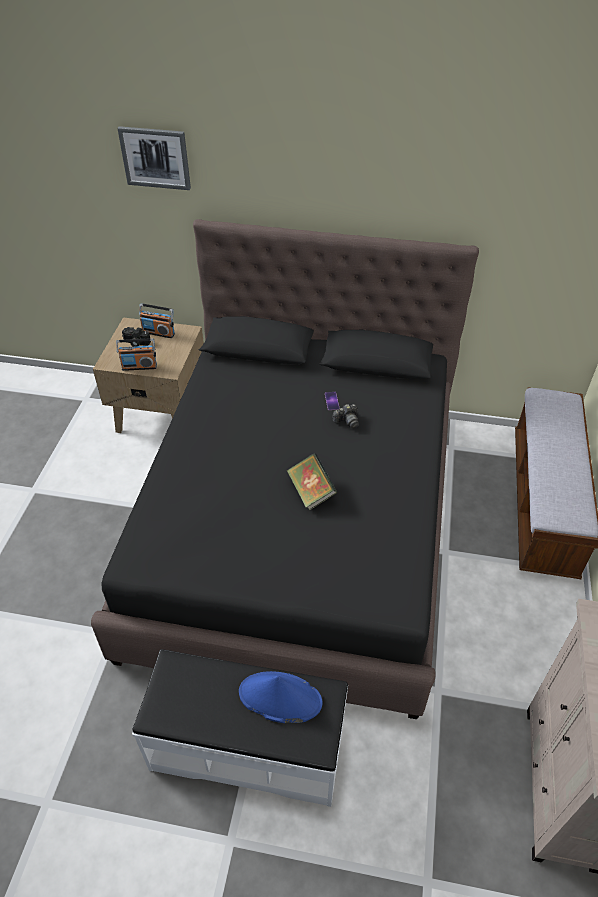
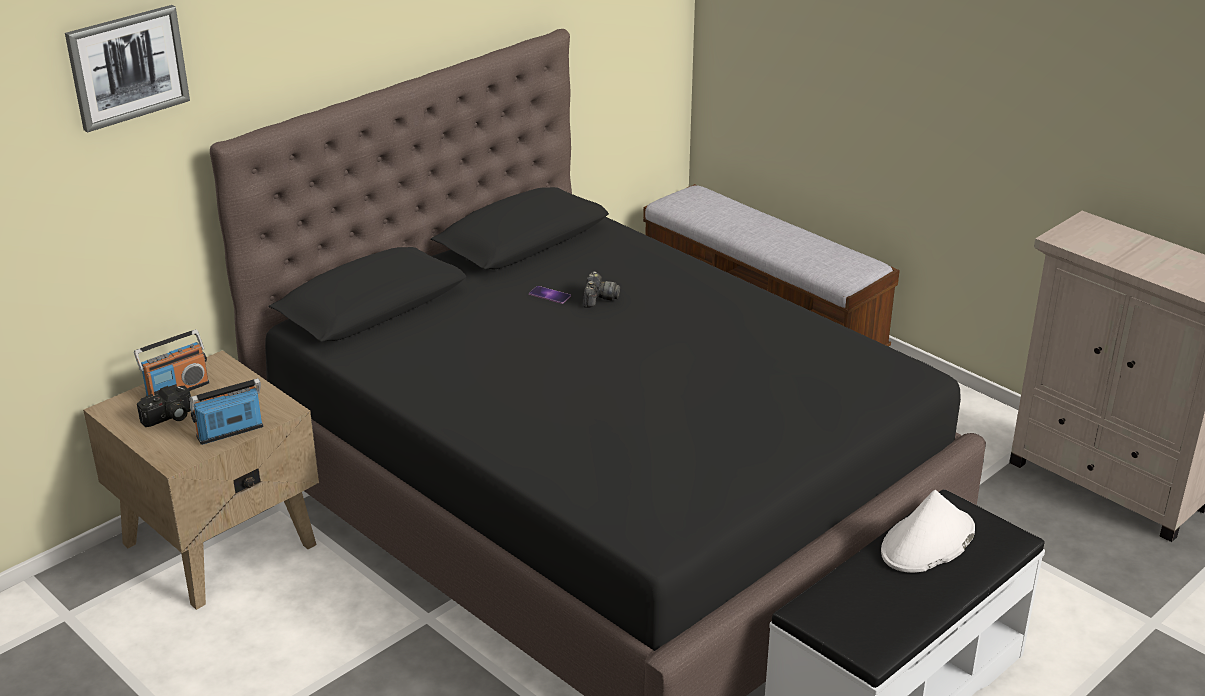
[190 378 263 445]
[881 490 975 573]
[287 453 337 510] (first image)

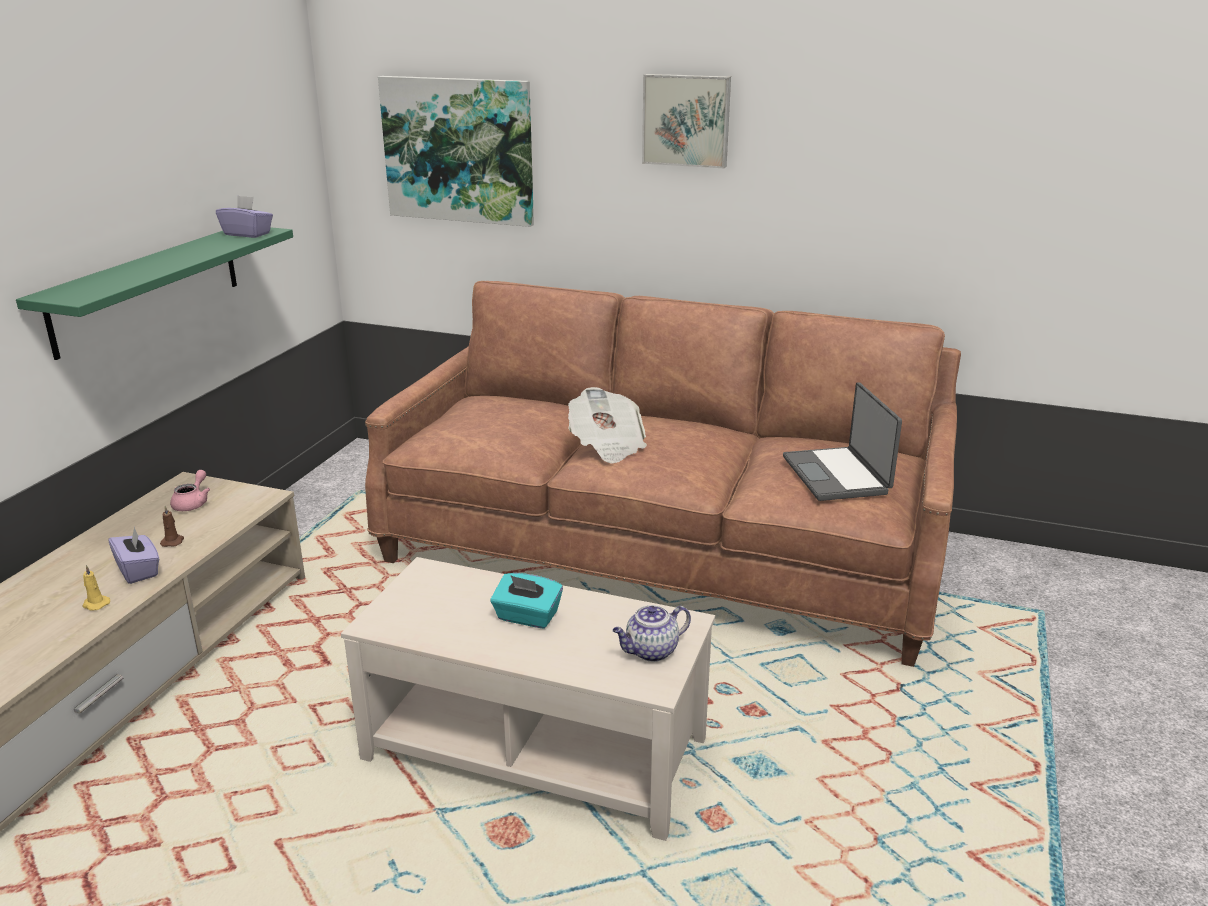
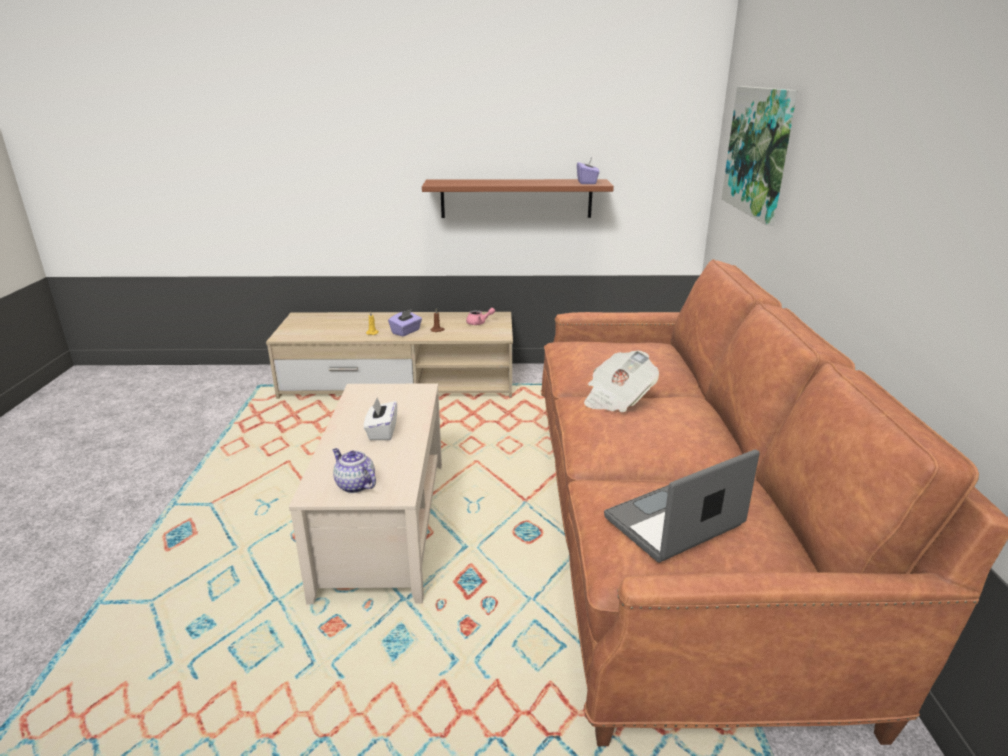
[422 179 614 218]
[364 398 397 440]
[642 74 731 168] (first image)

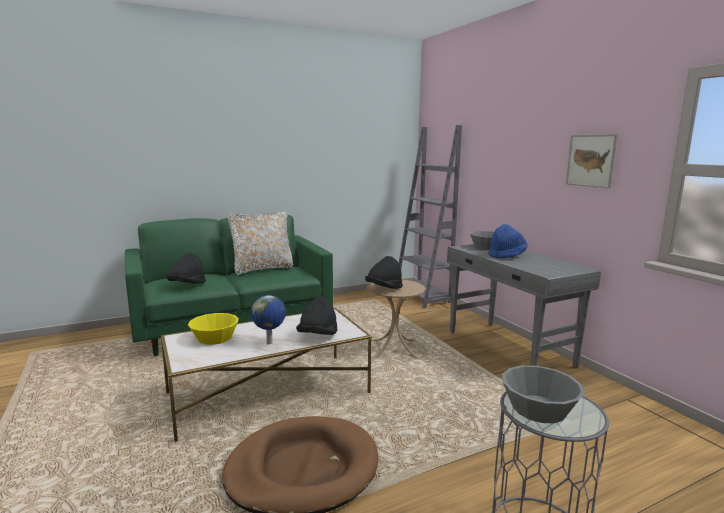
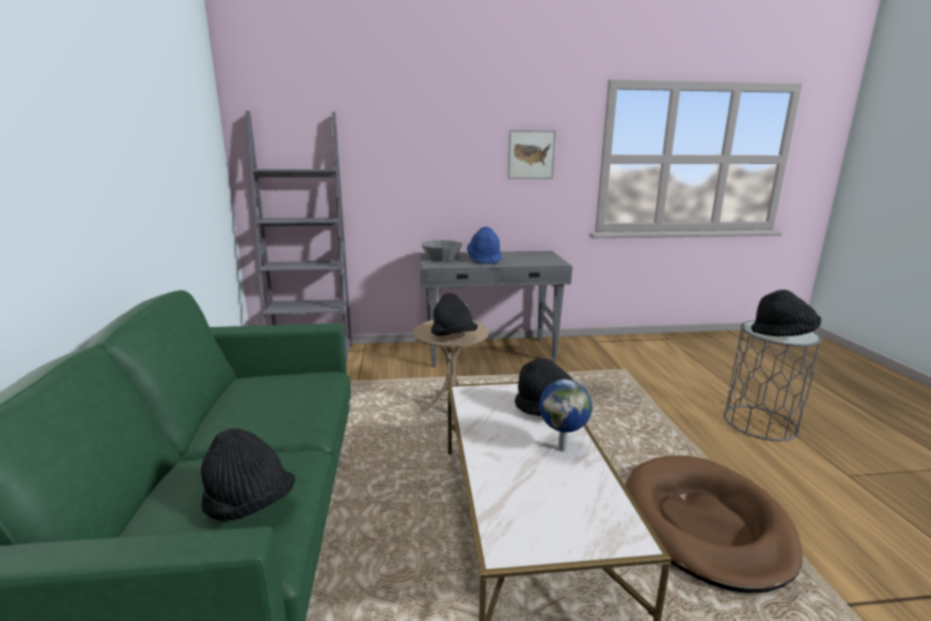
[188 313 239 345] (first image)
[227 211 293 275] (first image)
[751 290 821 337]

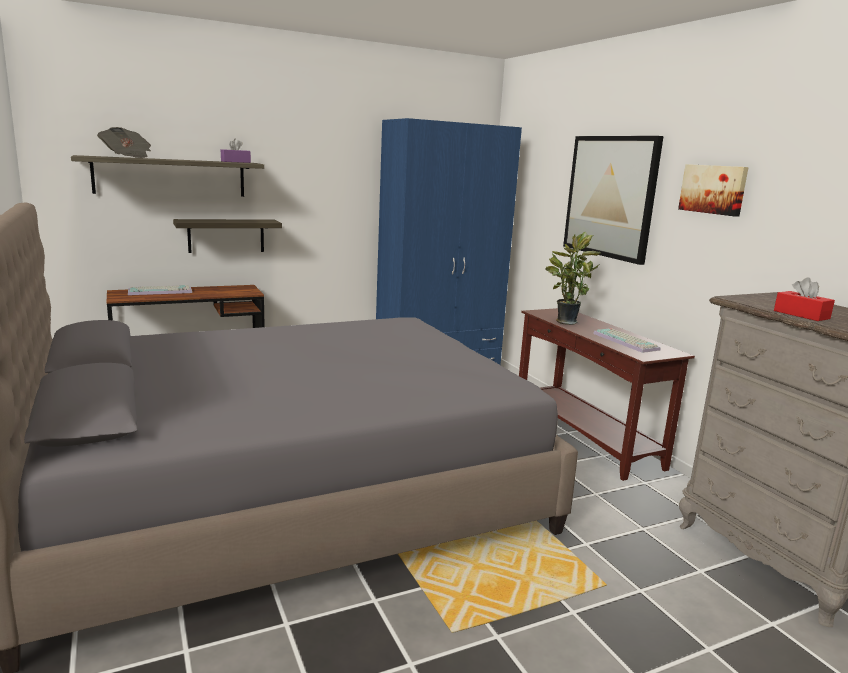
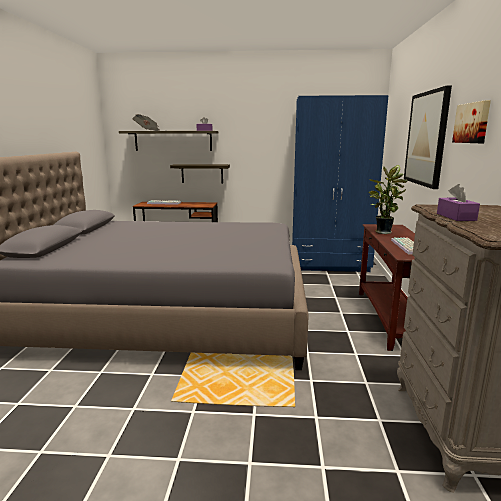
[437 184 480 221]

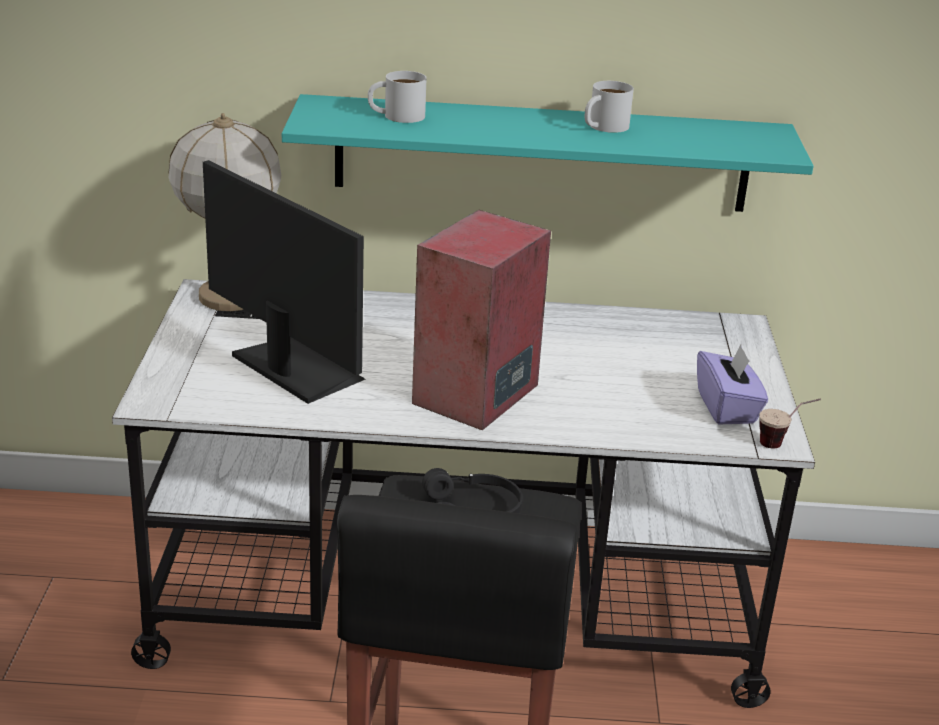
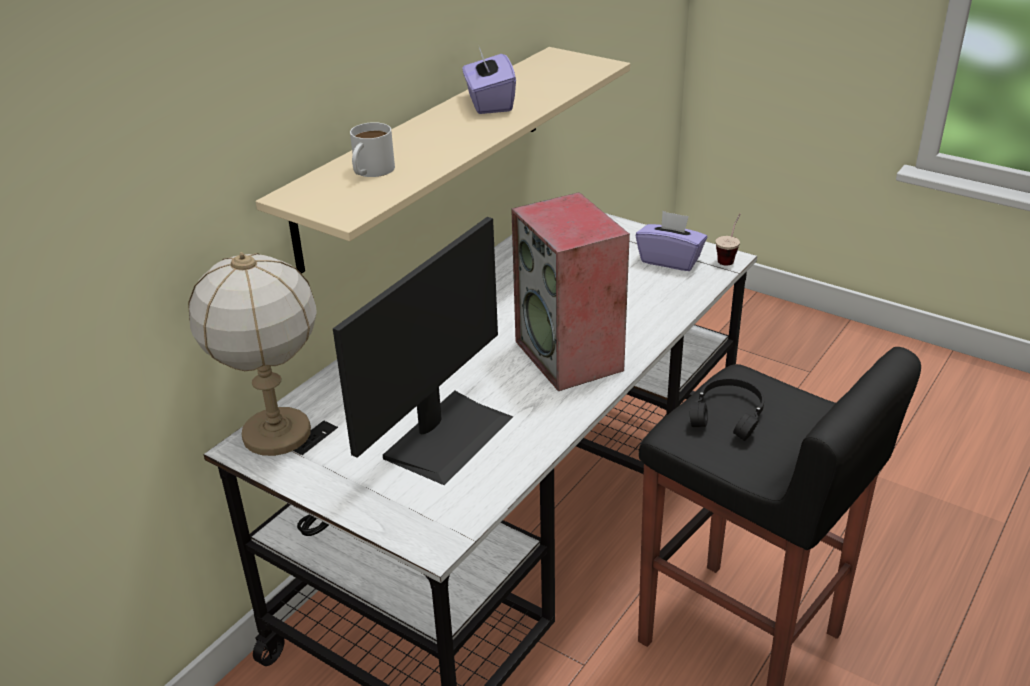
[333 217 513 485]
[256 47 630 274]
[463 47 516 114]

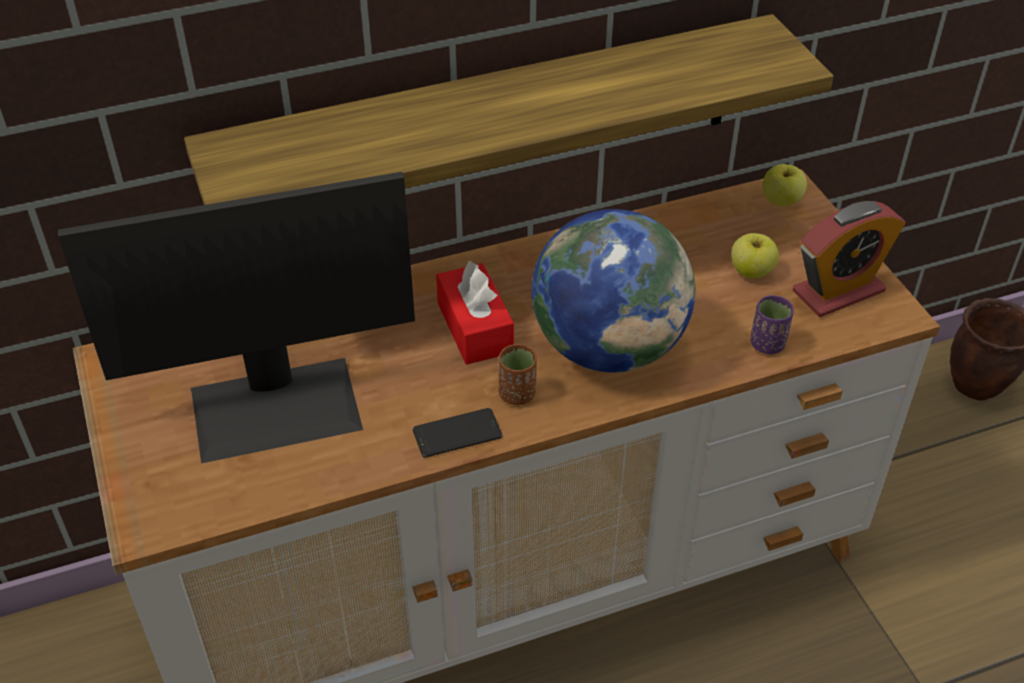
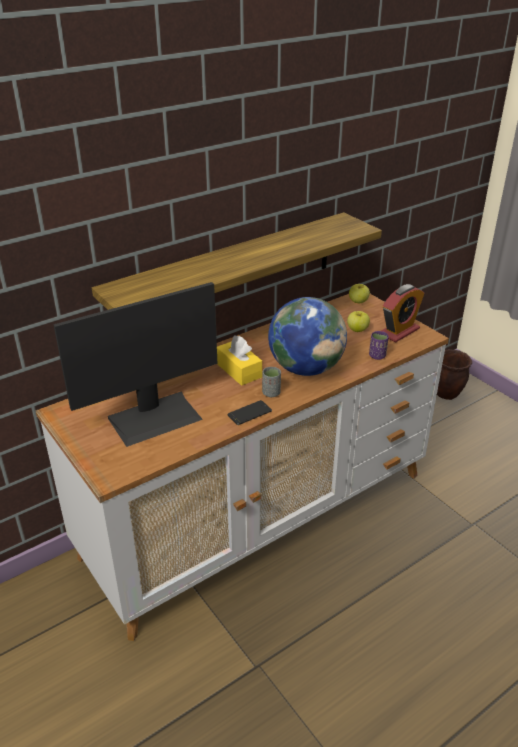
[217 335 262 386]
[262 367 281 397]

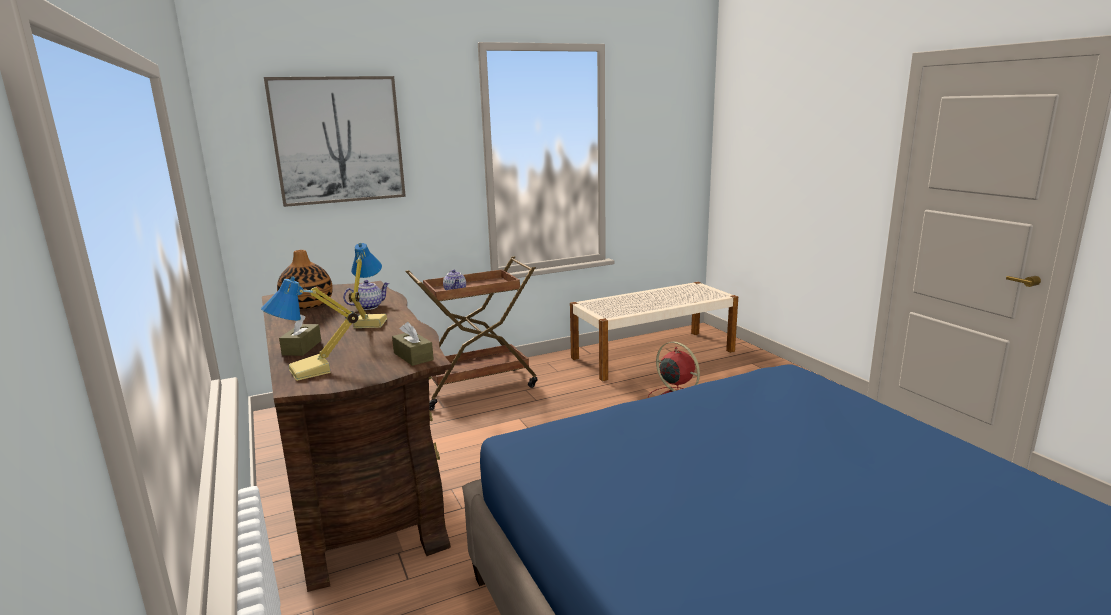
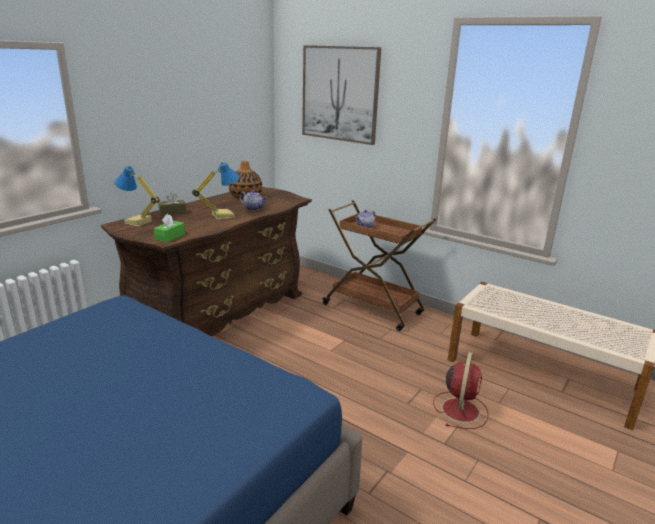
[154 214 185 242]

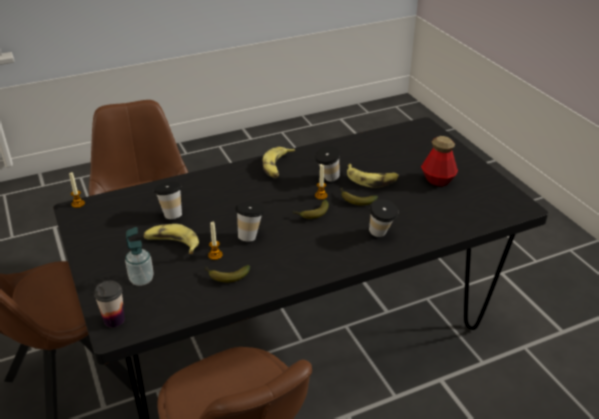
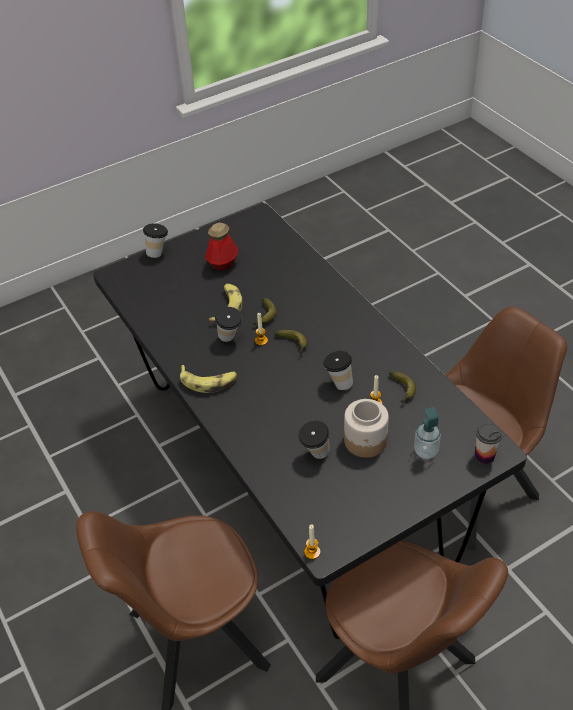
[344 399 389 458]
[143 224 168 258]

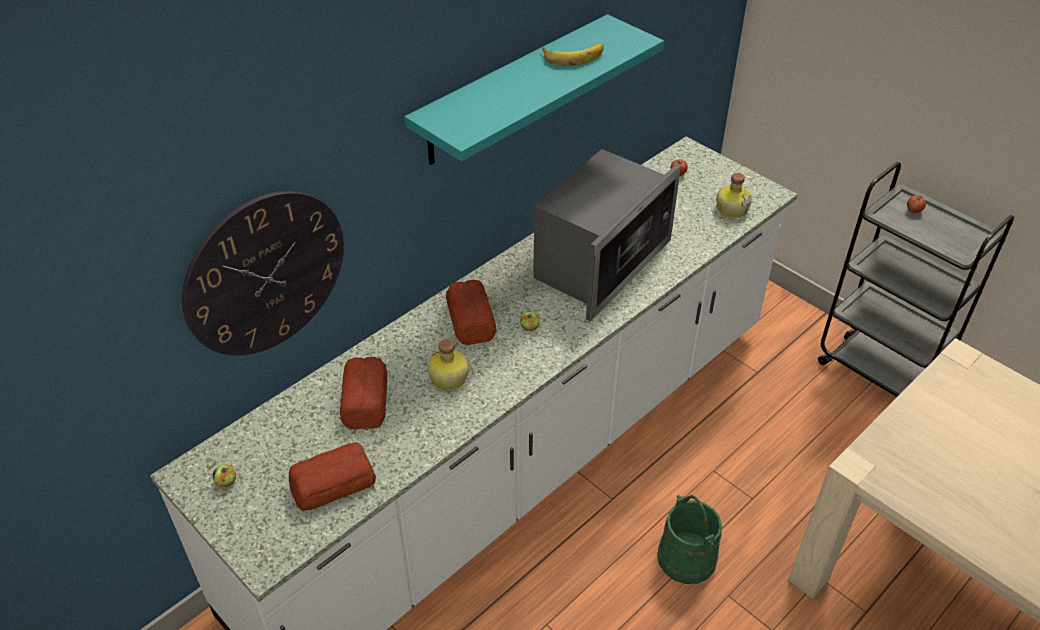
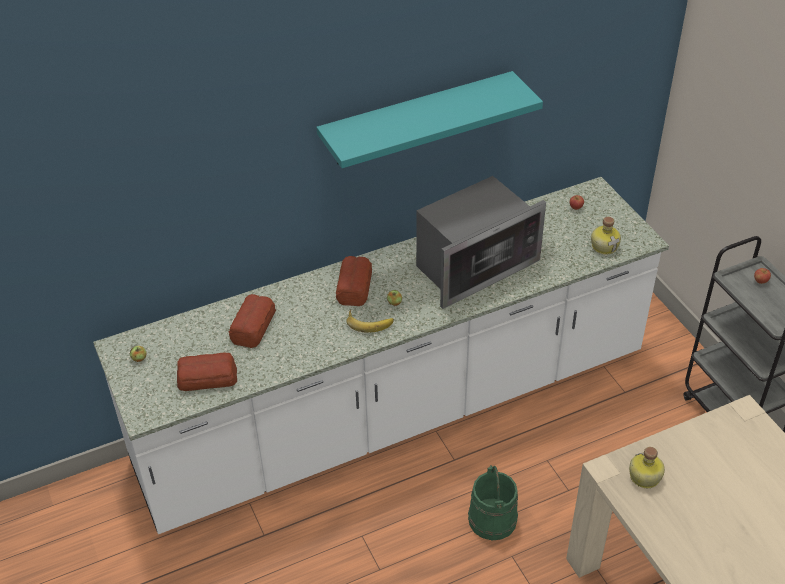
[182 191 344 356] (first image)
[629 447 665 488]
[346 310 394 332]

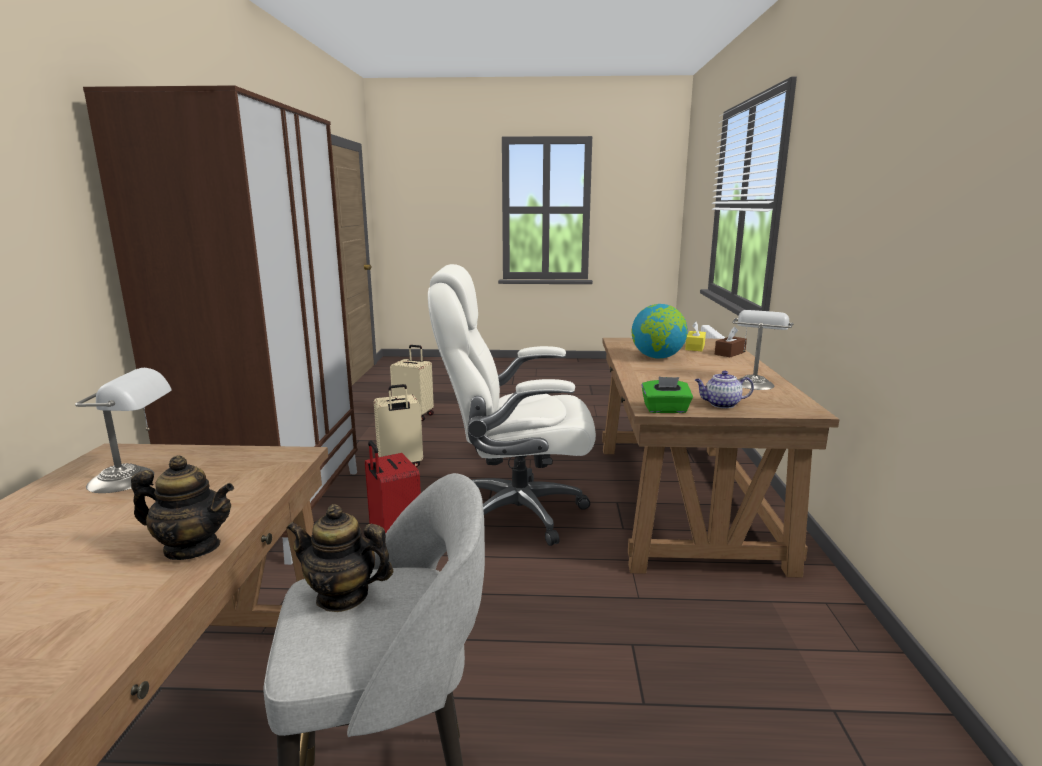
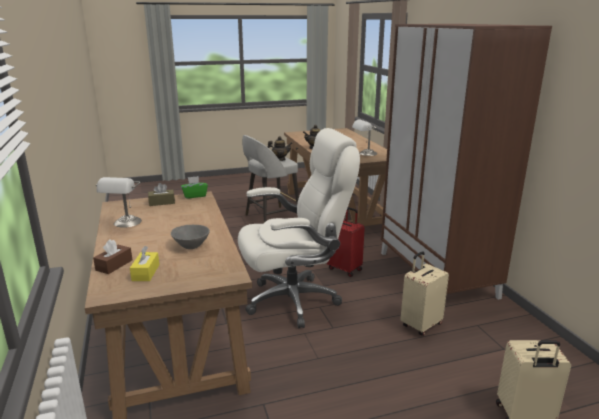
[171 225 210 249]
[148 183 175 206]

